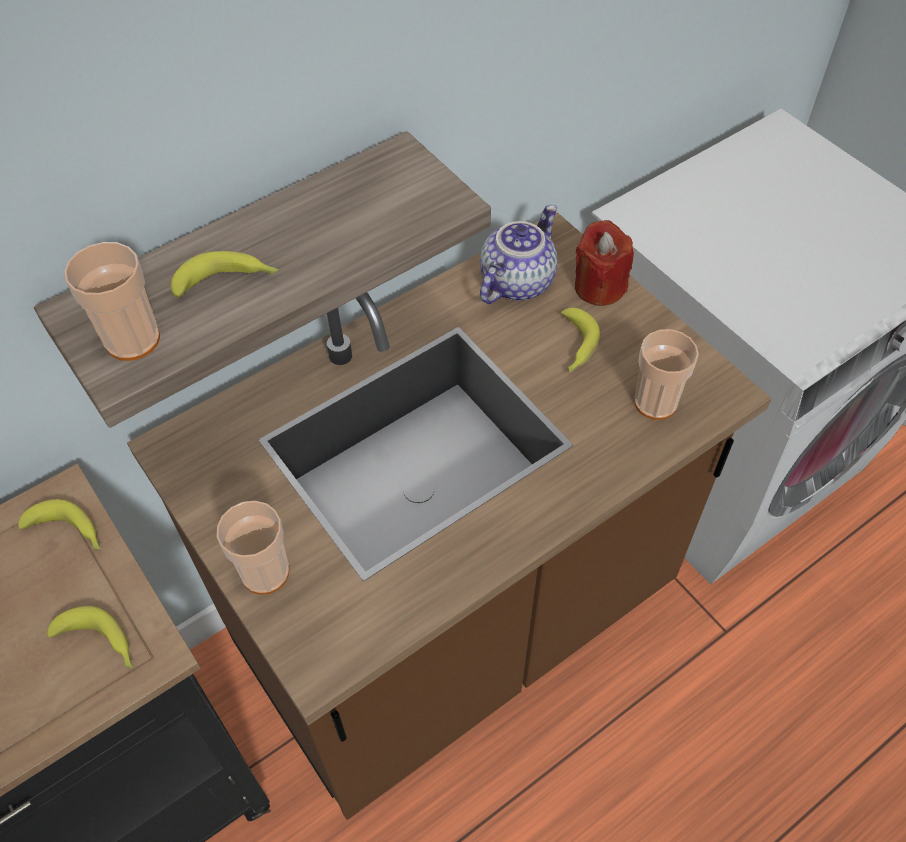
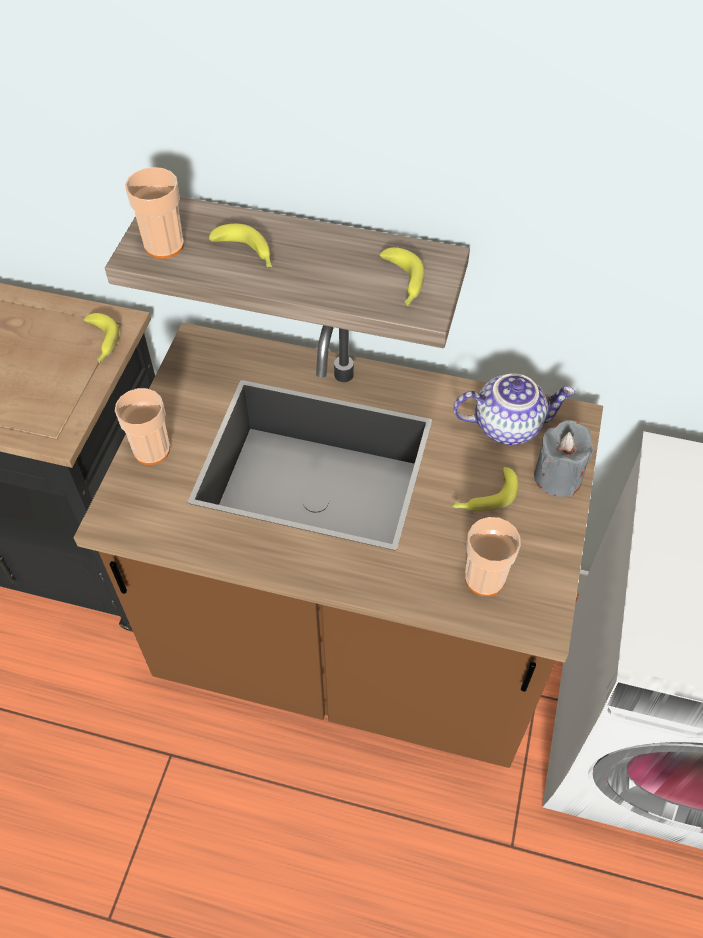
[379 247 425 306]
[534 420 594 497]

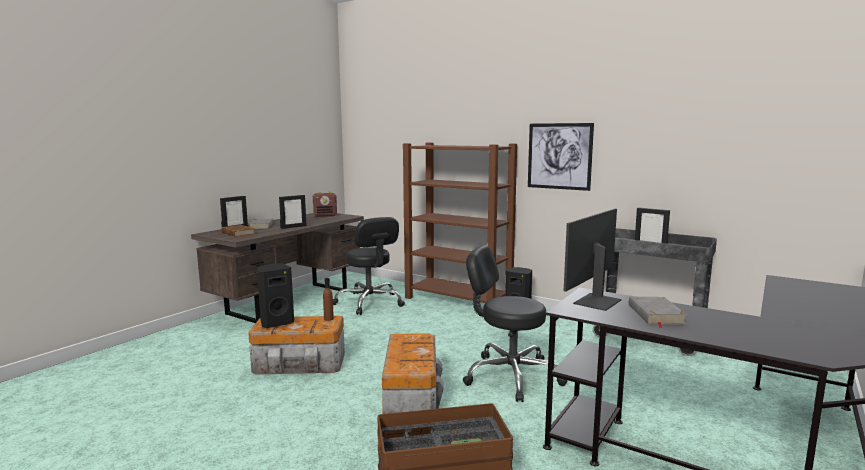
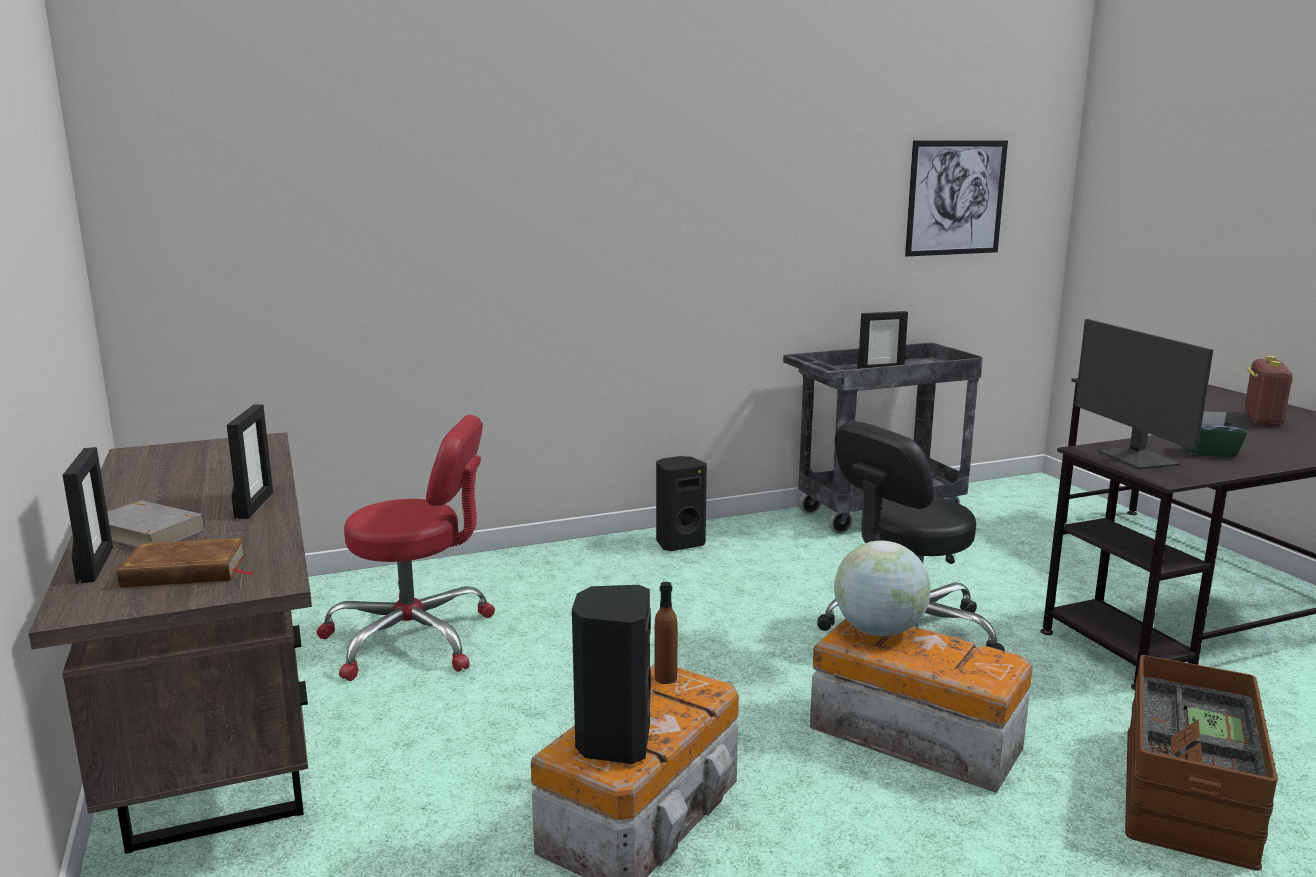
[1245 356 1293 426]
[317 415 495 681]
[403 142 517 303] (first image)
[905 140 1008 256]
[1183 411 1247 457]
[834 541 931 636]

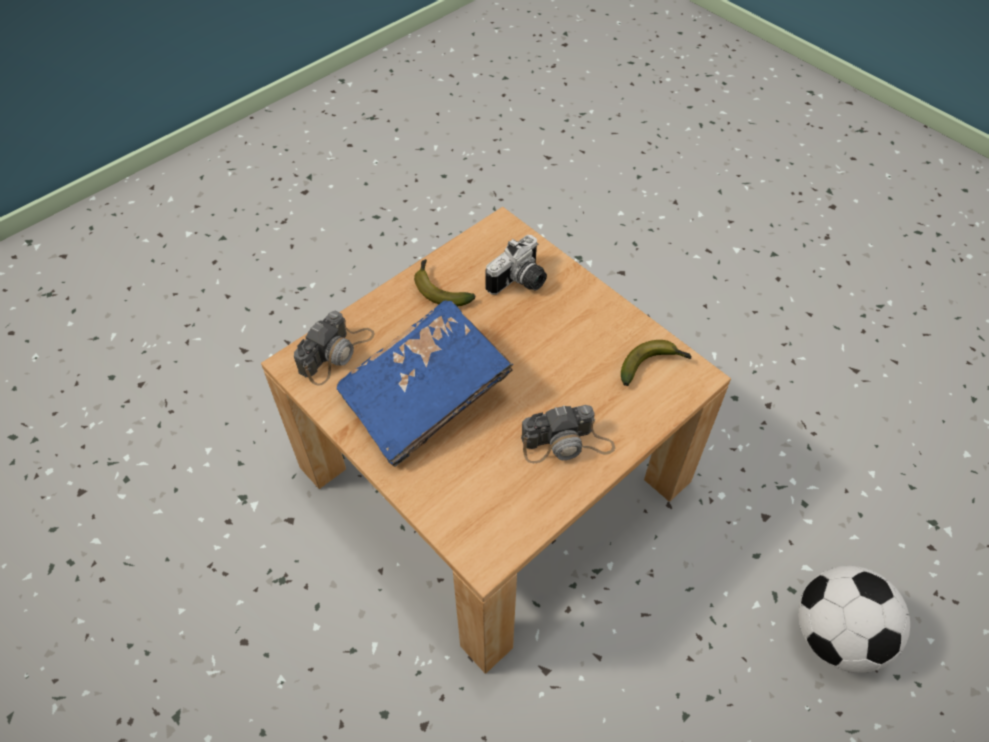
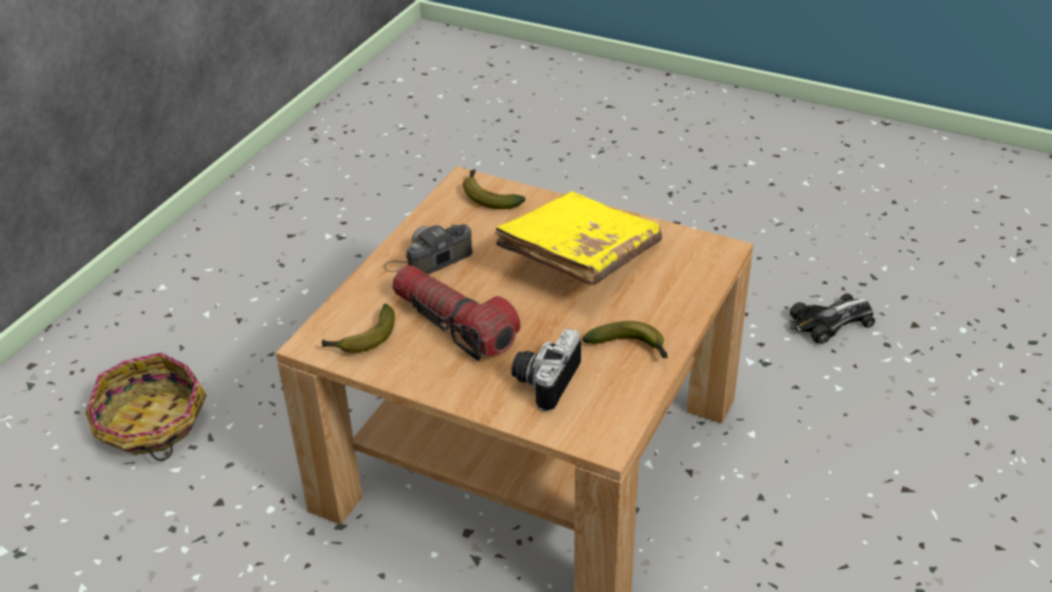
[294 311 375 386] (first image)
[495 191 662 285]
[86 353 206 461]
[392 265 520 361]
[463 169 525 209]
[789 294 875 344]

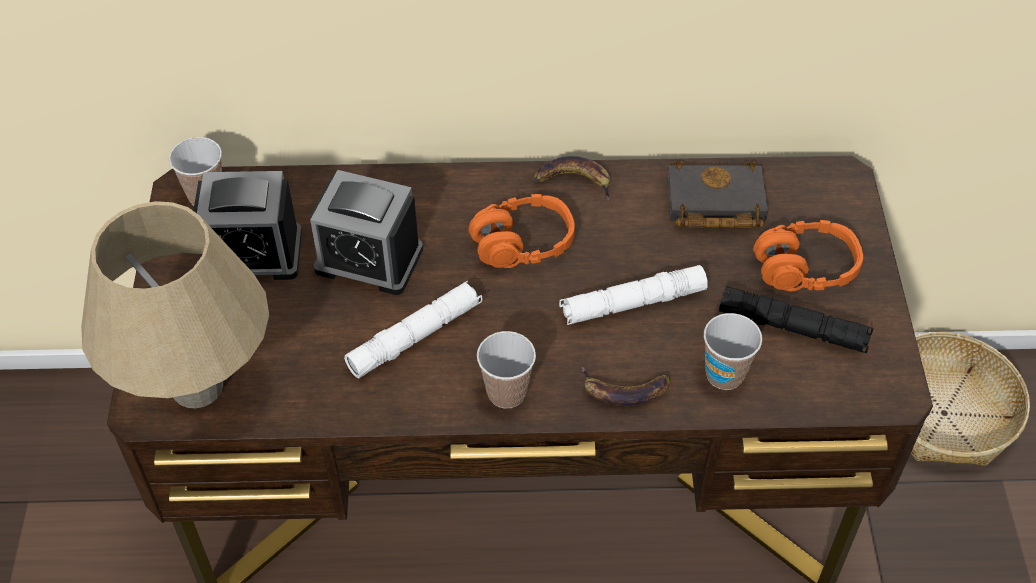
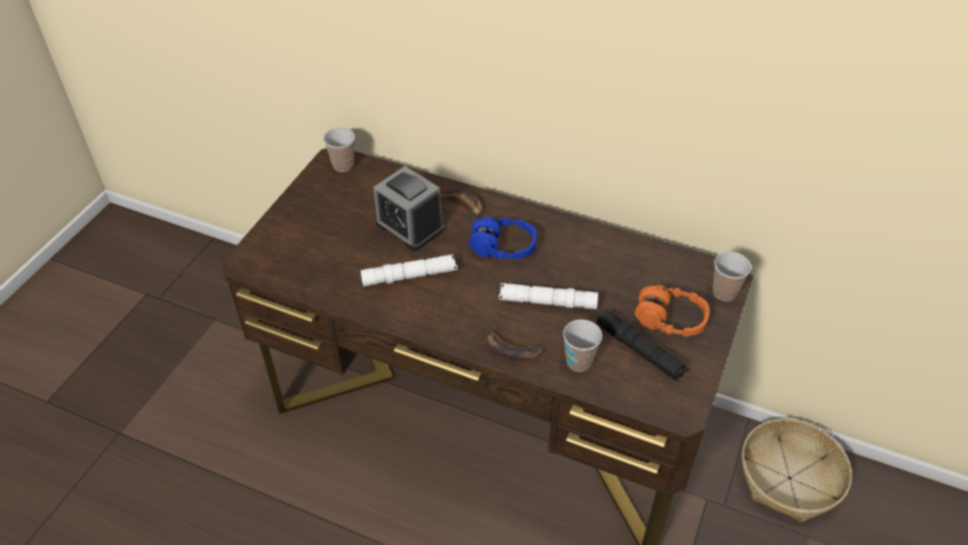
[81 201 269 408] (first image)
[193 171 302 280] (first image)
[469 216 537 260]
[712 252 751 301]
[440 189 482 222]
[667 161 768 228] (first image)

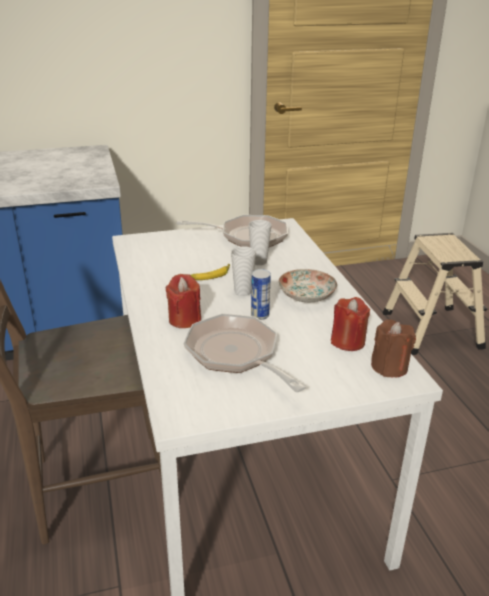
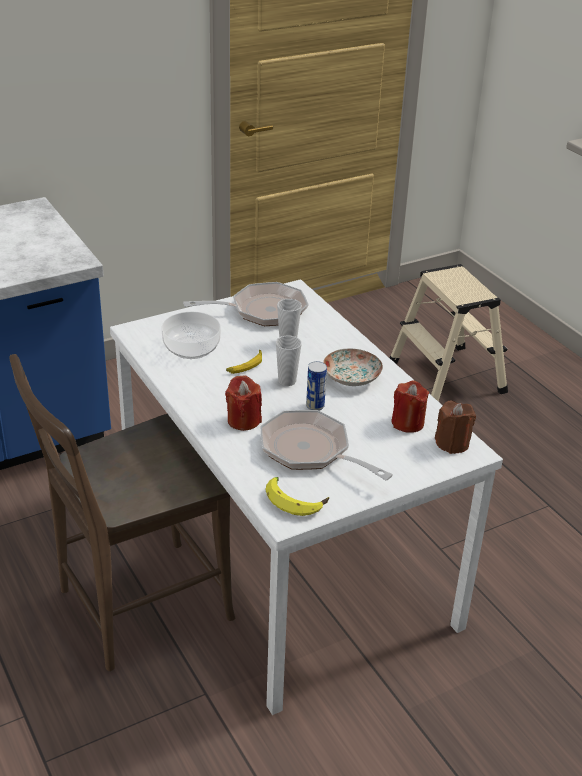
[161 312 221 359]
[266 477 329 516]

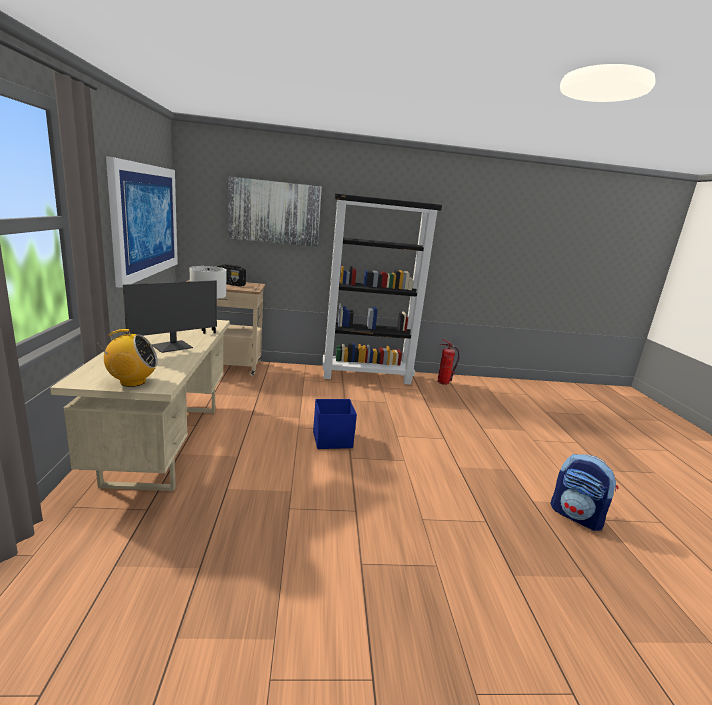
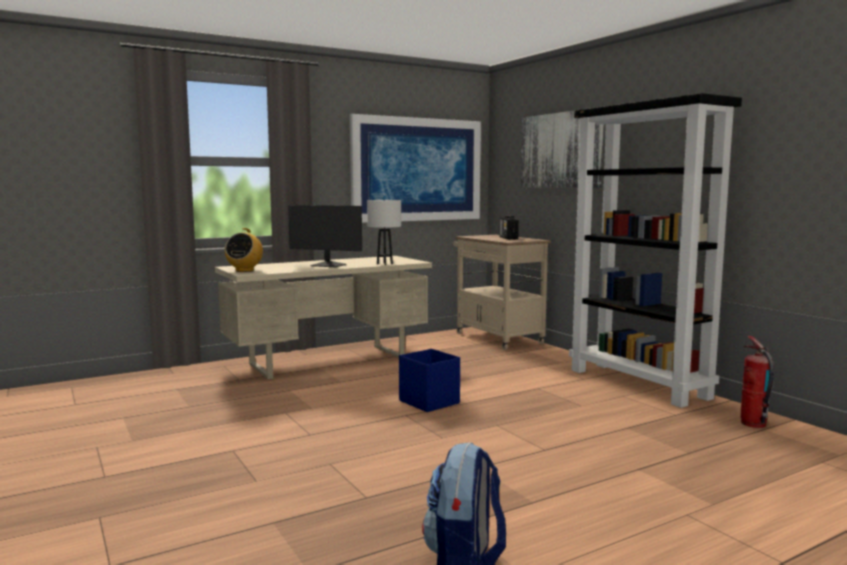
[225 228 263 272]

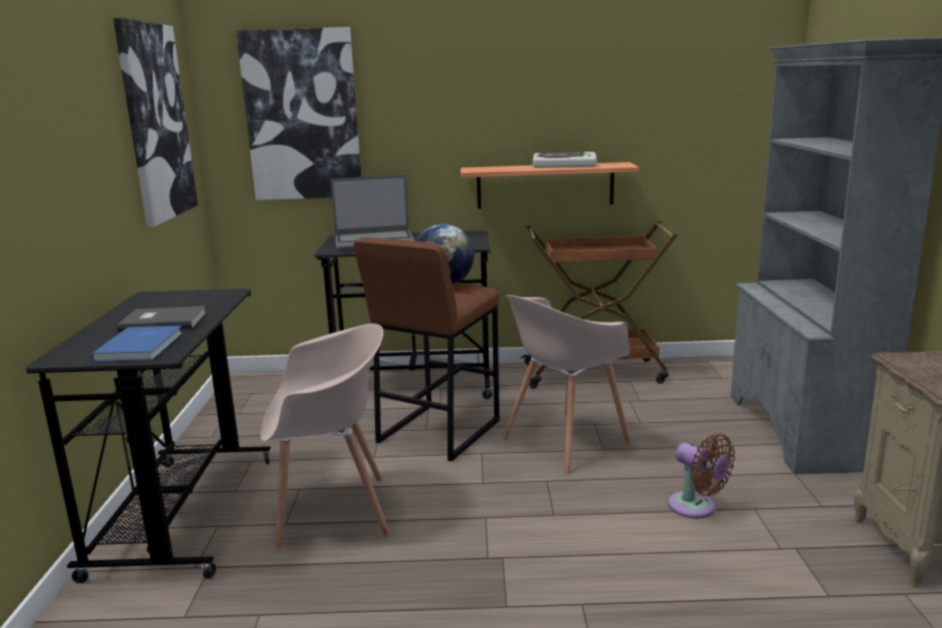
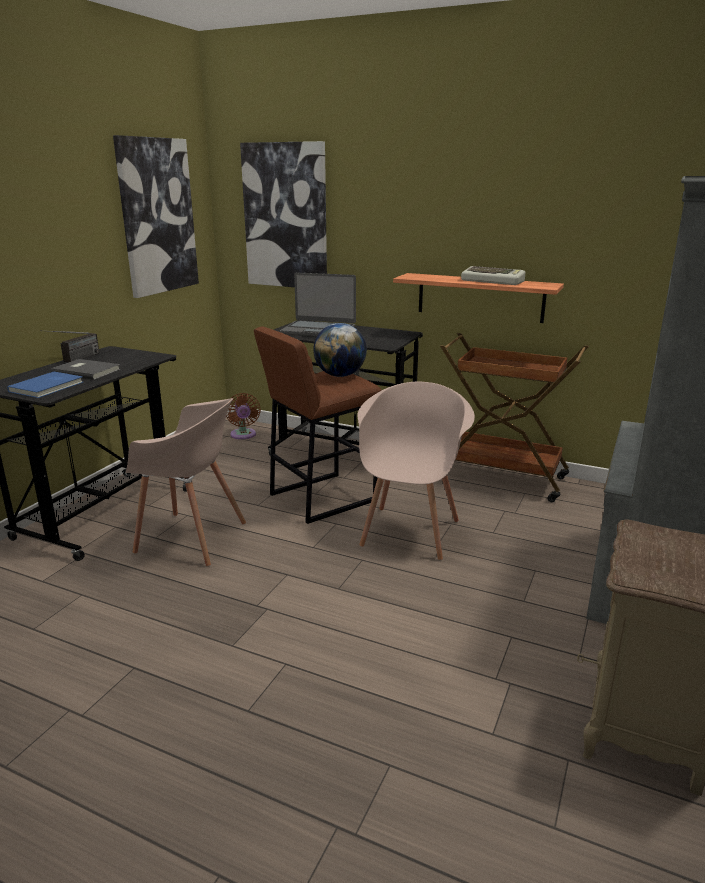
[357 381 475 560]
[226 393 261 439]
[40 330 99 362]

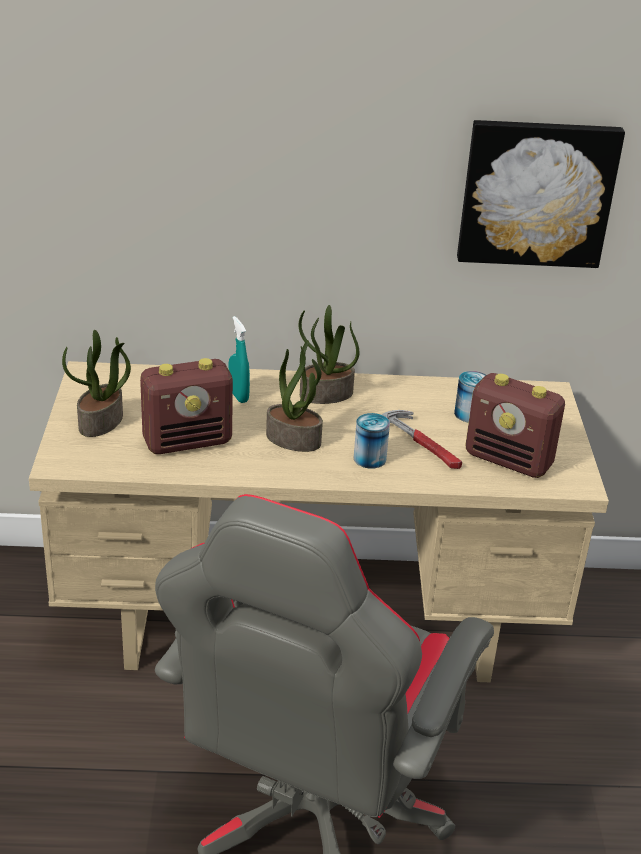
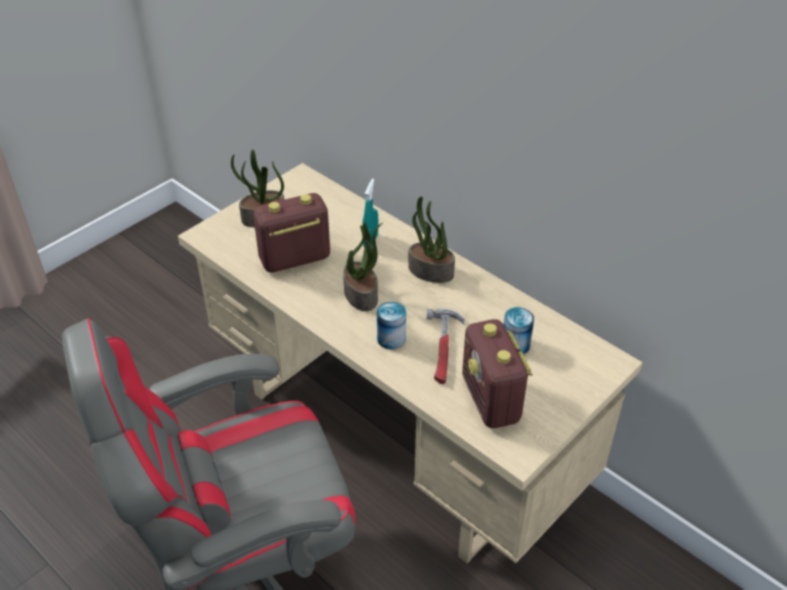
[253 193 330 273]
[457 120 625 268] (first image)

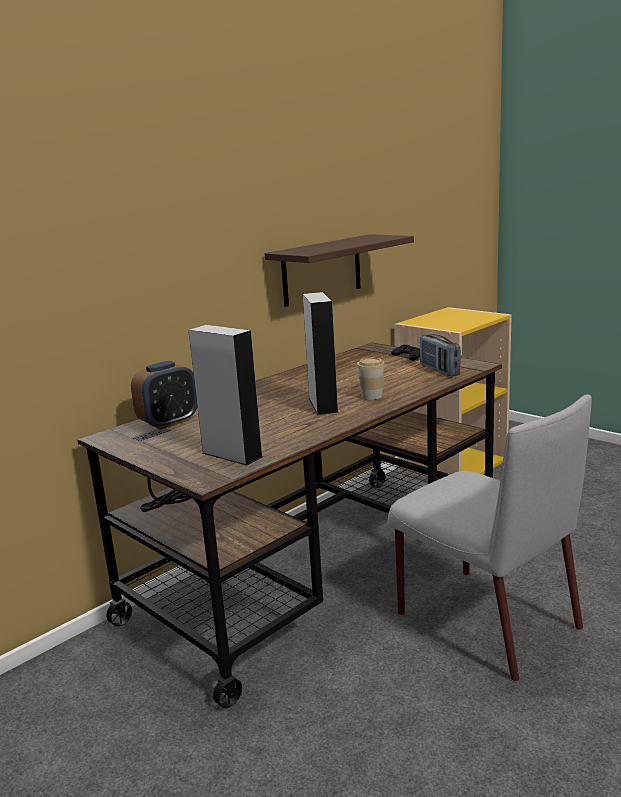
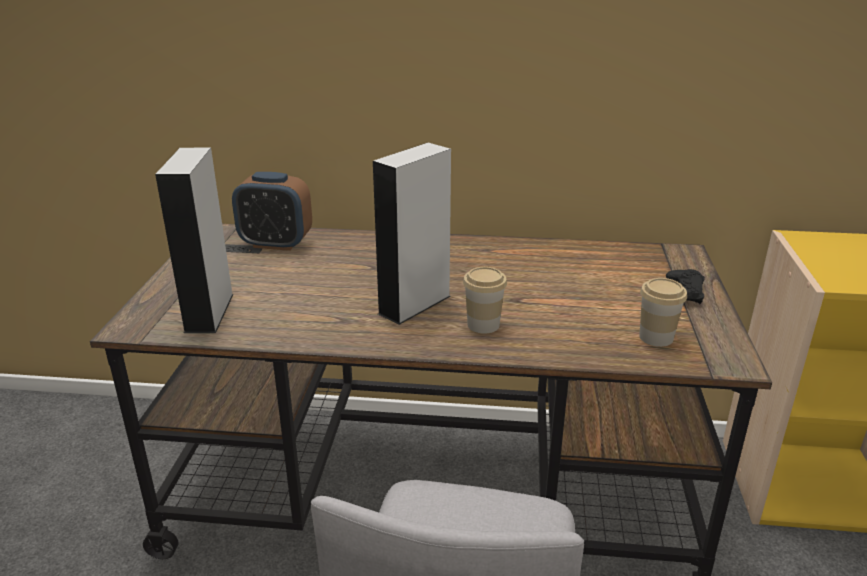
[265 234 414 307] (first image)
[639 278 687 347]

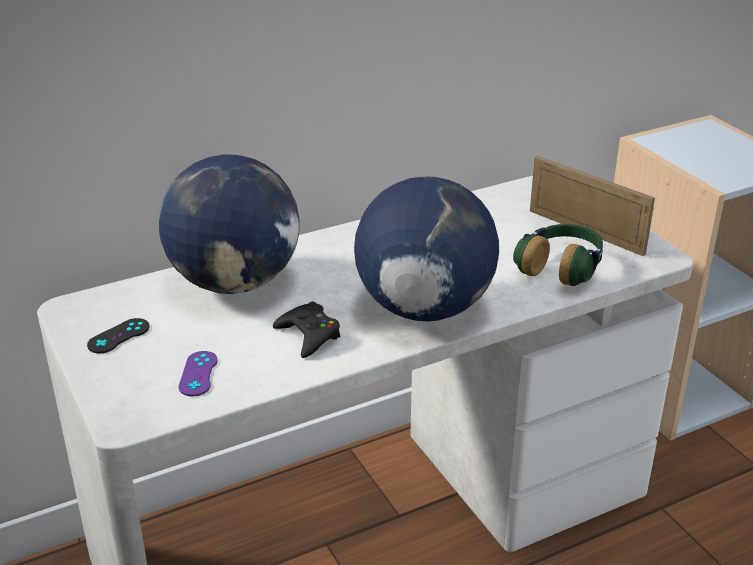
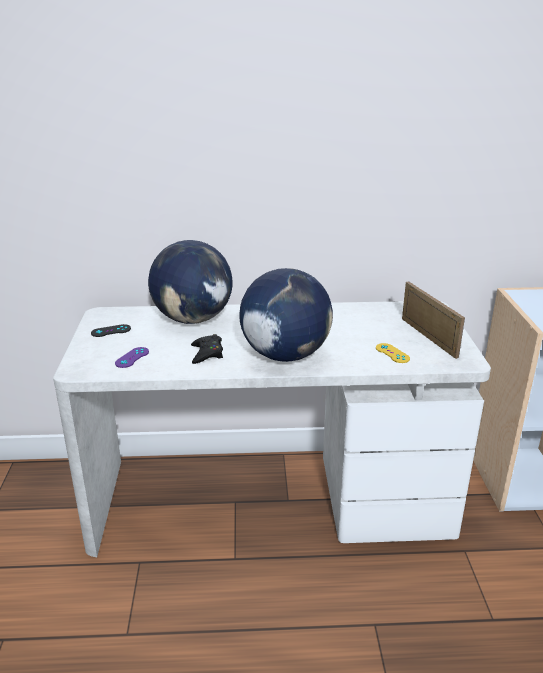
[376 343 410 363]

